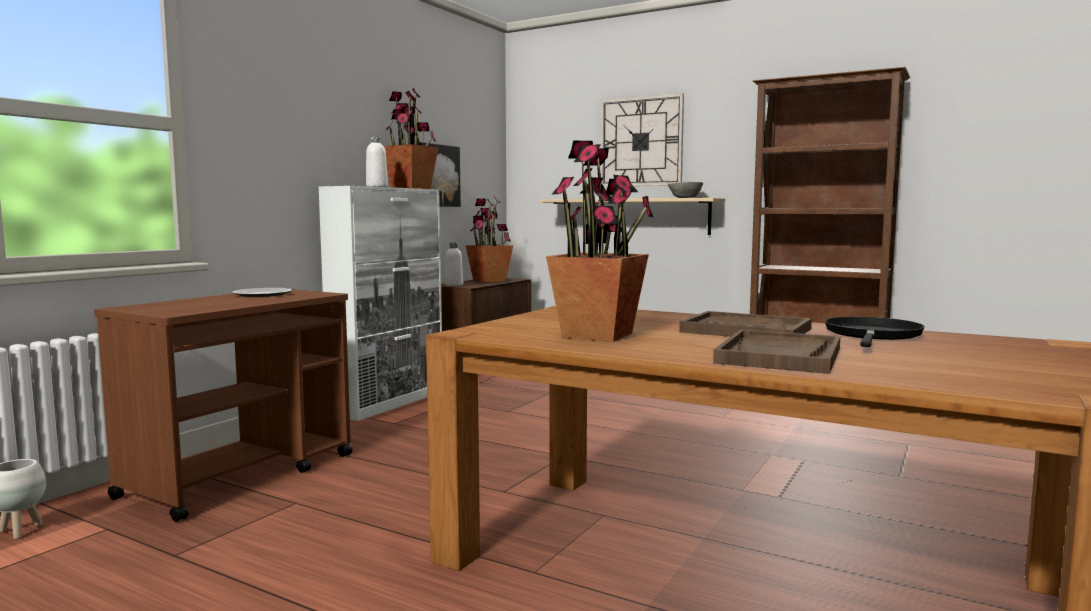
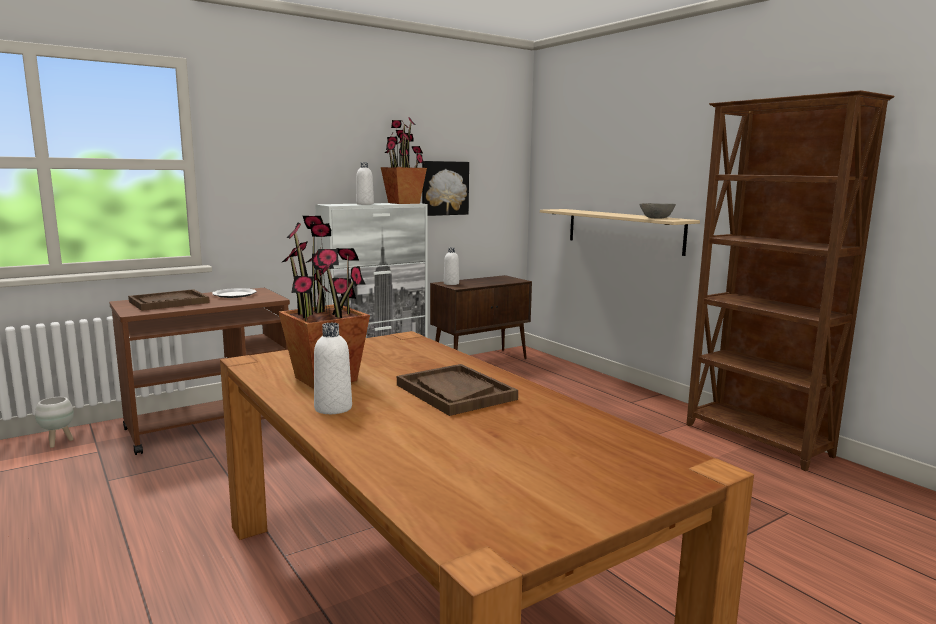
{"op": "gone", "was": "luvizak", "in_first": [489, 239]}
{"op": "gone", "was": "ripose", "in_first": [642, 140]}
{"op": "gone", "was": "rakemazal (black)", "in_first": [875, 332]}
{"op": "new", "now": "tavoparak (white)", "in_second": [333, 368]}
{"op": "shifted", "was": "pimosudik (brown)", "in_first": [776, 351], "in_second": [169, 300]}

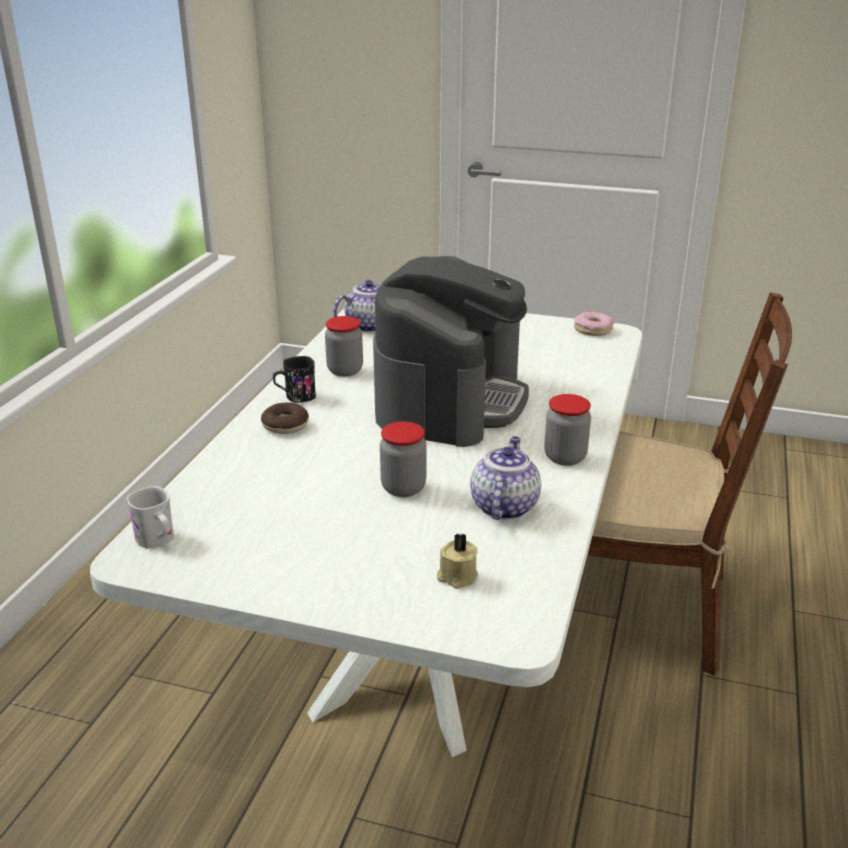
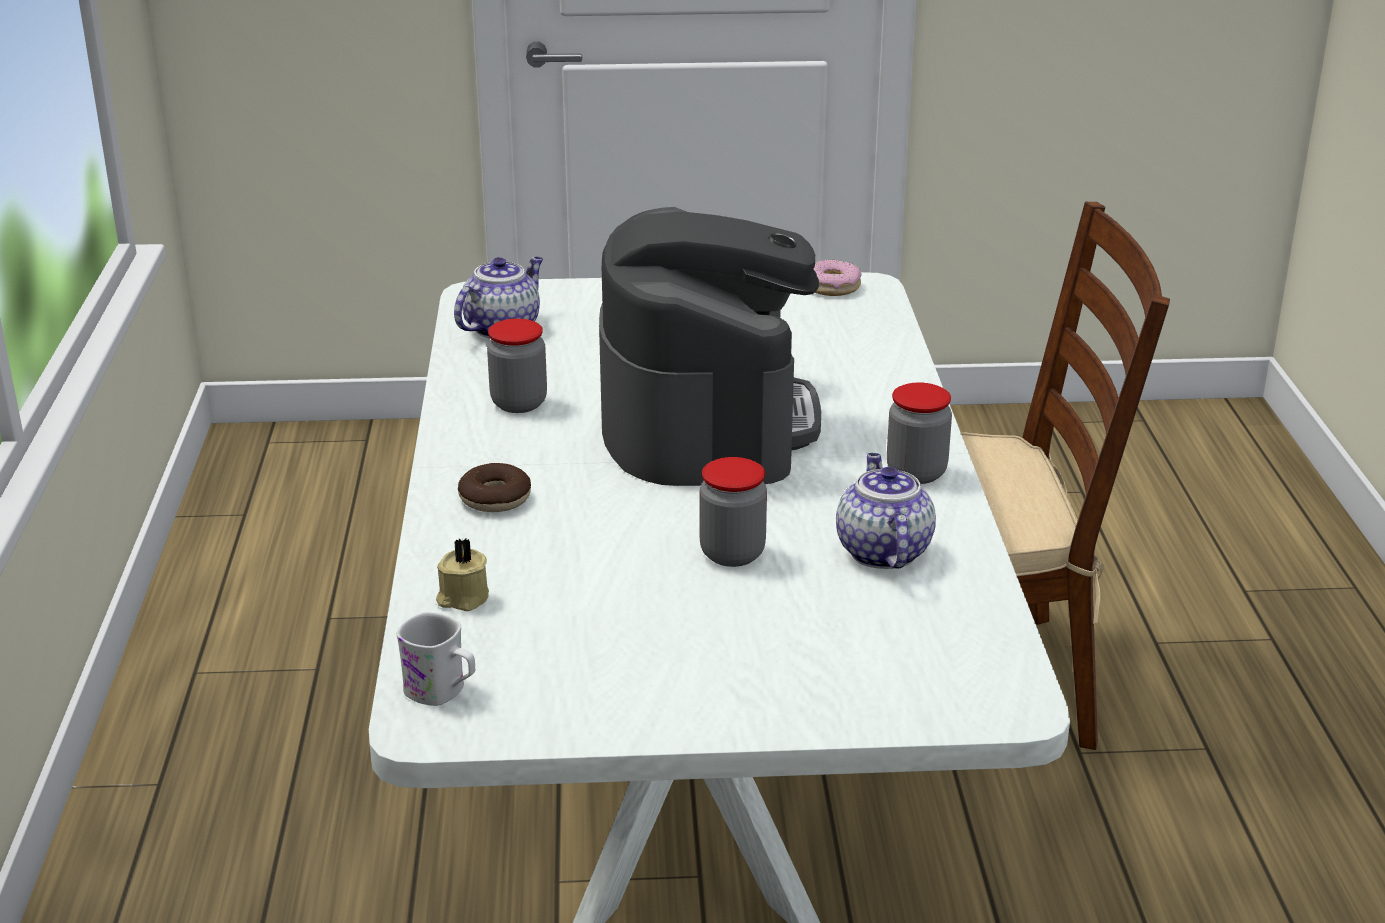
{"op": "gone", "was": "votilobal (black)", "in_first": [294, 379]}
{"op": "shifted", "was": "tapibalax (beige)", "in_first": [457, 561], "in_second": [462, 574]}

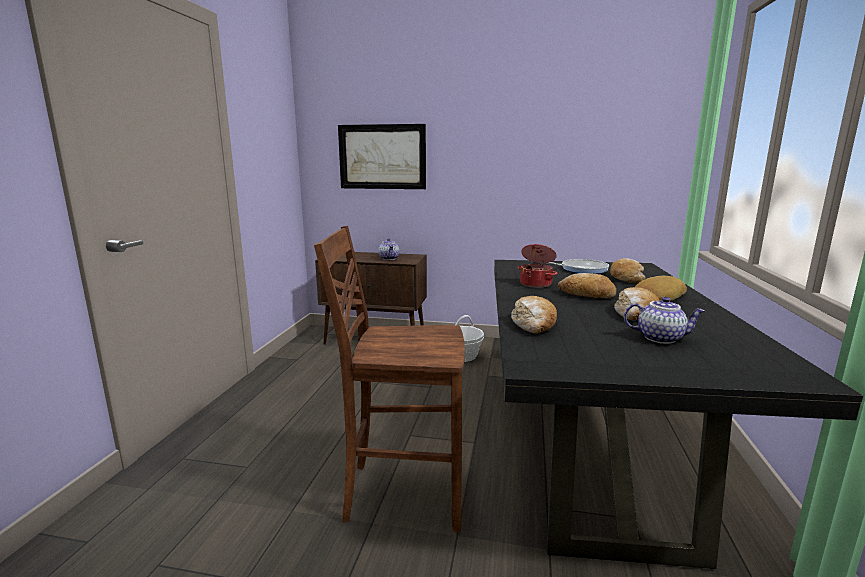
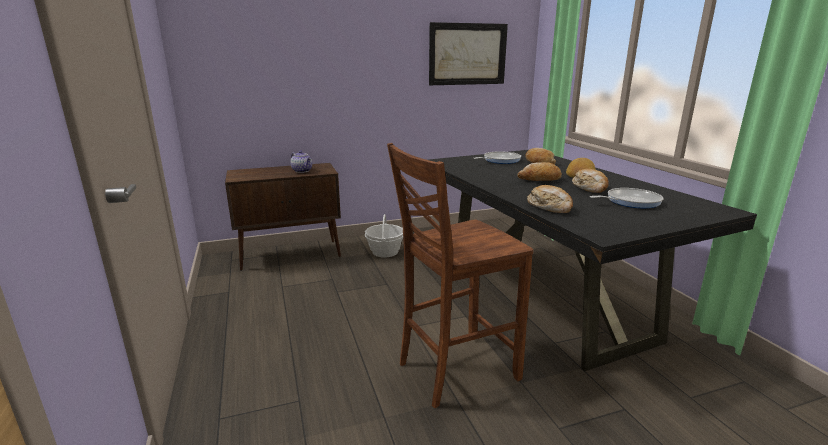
{"op": "gone", "was": "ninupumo", "in_first": [537, 266]}
{"op": "shifted", "was": "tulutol", "in_first": [382, 156], "in_second": [468, 53]}
{"op": "swapped", "was": "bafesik", "now": "rakemazal", "in_first": [664, 320], "in_second": [627, 198]}

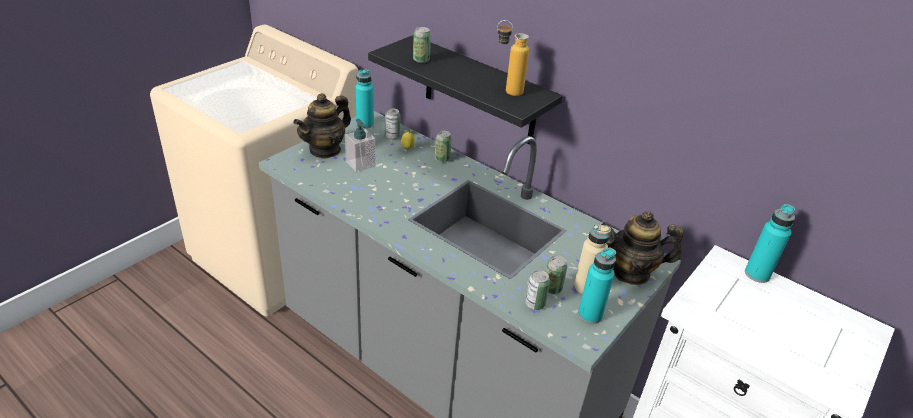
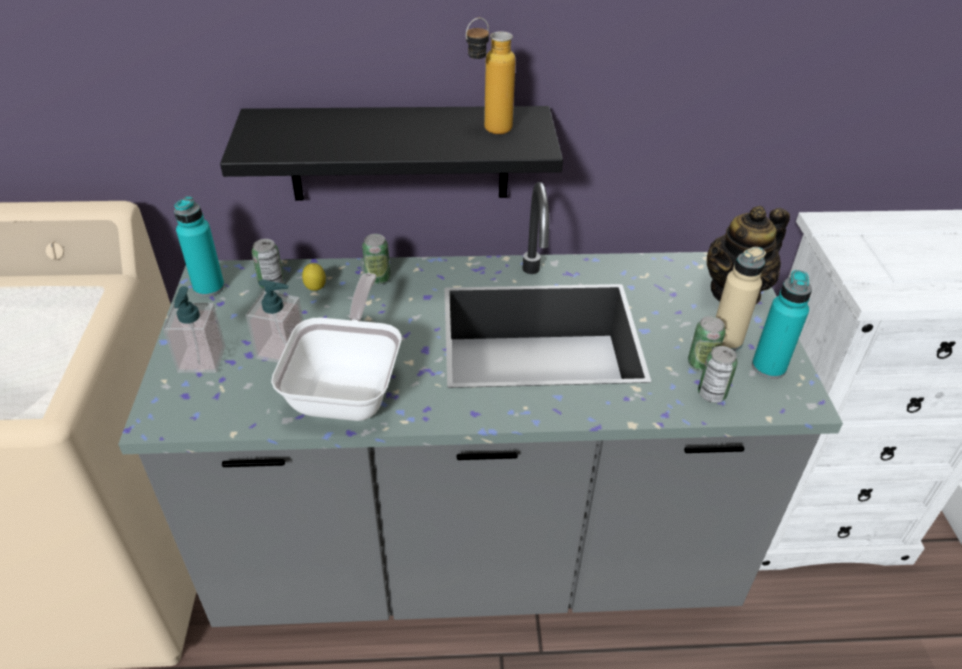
{"op": "gone", "was": "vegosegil", "in_first": [422, 45]}
{"op": "gone", "was": "tavoparak (turquoise)", "in_first": [770, 243]}
{"op": "new", "now": "rakemazal", "in_second": [336, 347]}
{"op": "swapped", "was": "bafesik", "now": "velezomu", "in_first": [322, 126], "in_second": [194, 329]}

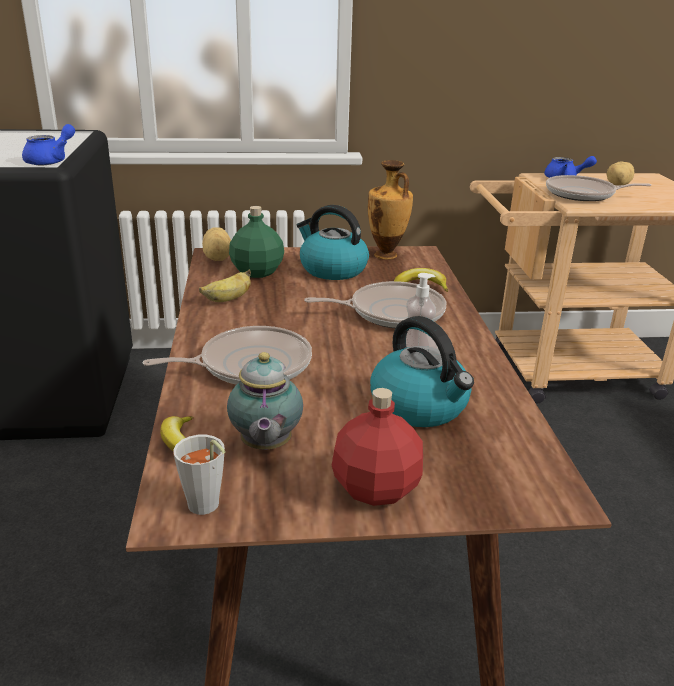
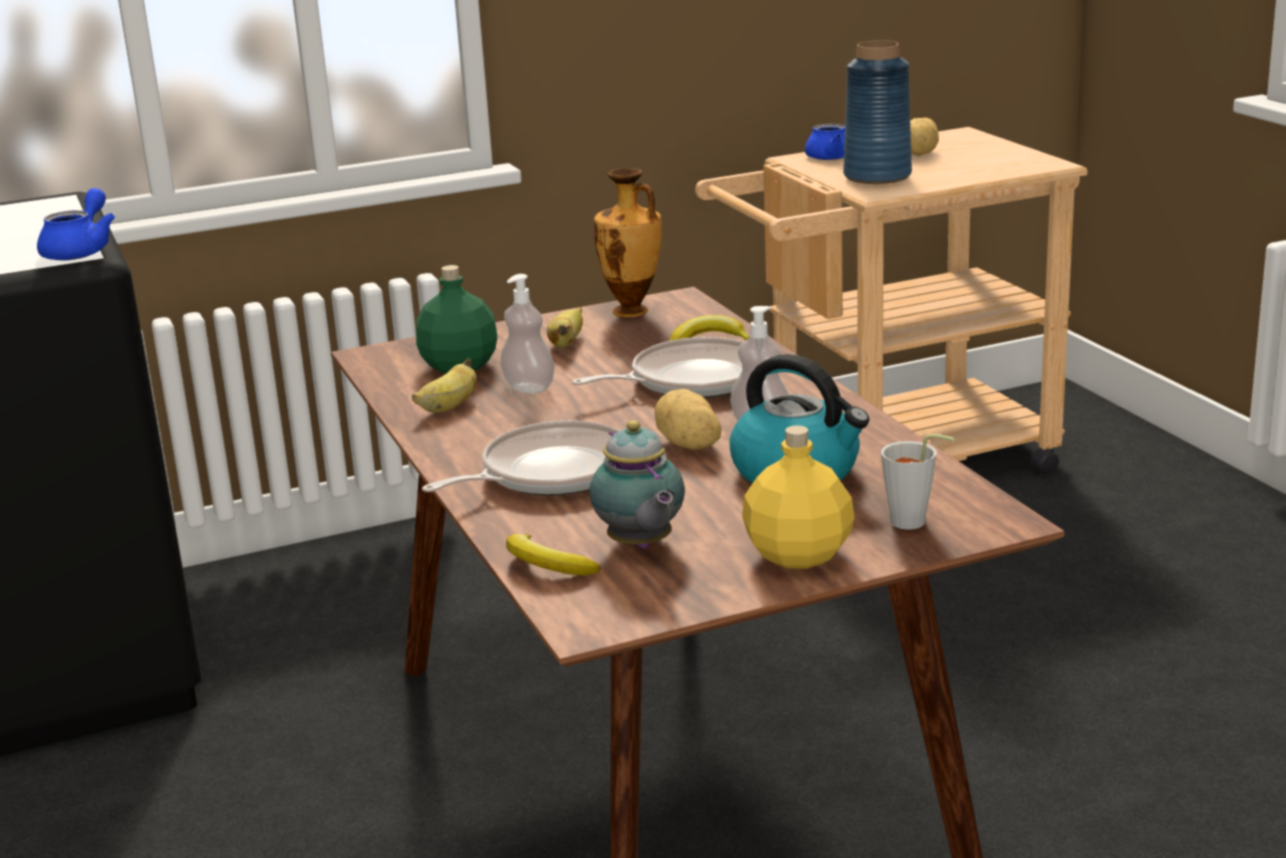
{"op": "new", "now": "velezomu", "in_second": [527, 334]}
{"op": "shifted", "was": "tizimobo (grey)", "in_first": [199, 475], "in_second": [918, 482]}
{"op": "shifted", "was": "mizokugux", "in_first": [216, 244], "in_second": [687, 419]}
{"op": "swapped", "was": "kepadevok", "now": "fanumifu", "in_first": [333, 242], "in_second": [565, 327]}
{"op": "swapped", "was": "rakemazal", "now": "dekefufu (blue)", "in_first": [598, 188], "in_second": [877, 112]}
{"op": "repainted", "was": "tavoparak (red)", "now": "tavoparak (yellow)", "in_first": [377, 447], "in_second": [798, 497]}

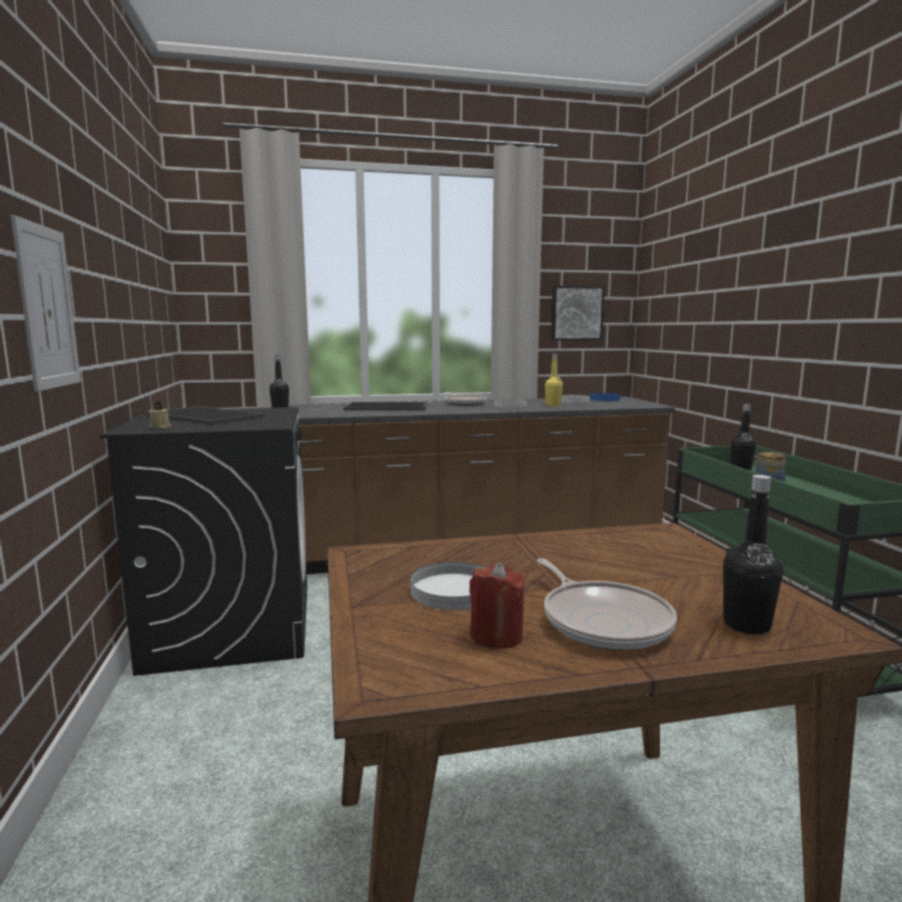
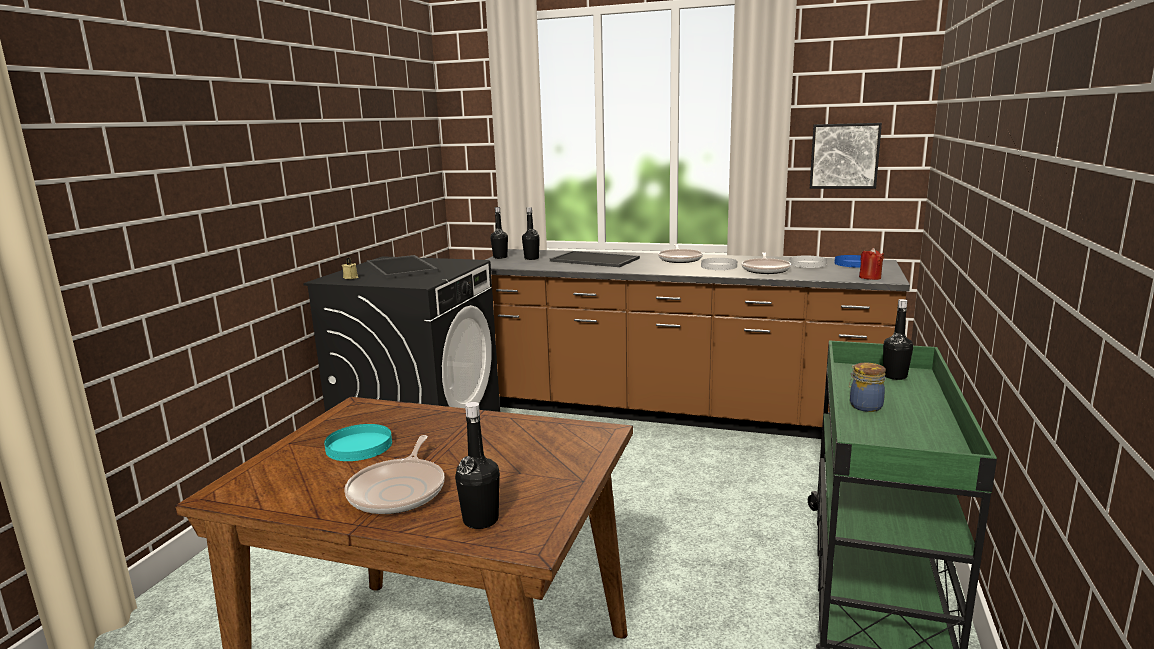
{"op": "gone", "was": "tulutol", "in_first": [46, 303]}
{"op": "new", "now": "tavoparak (black)", "in_second": [531, 233]}
{"op": "shifted", "was": "tapibalax (red)", "in_first": [497, 605], "in_second": [871, 264]}
{"op": "swapped", "was": "tavoparak (yellow)", "now": "rakemazal", "in_first": [554, 380], "in_second": [766, 263]}
{"op": "repainted", "was": "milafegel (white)", "now": "milafegel (turquoise)", "in_first": [448, 586], "in_second": [358, 442]}

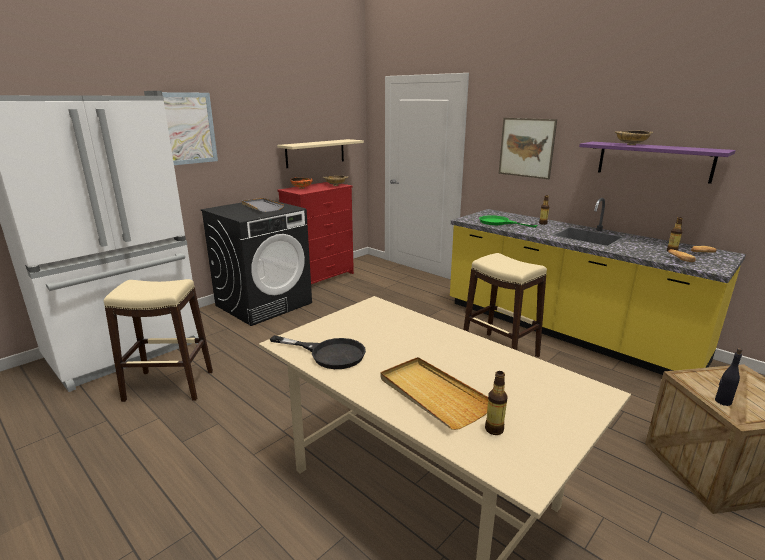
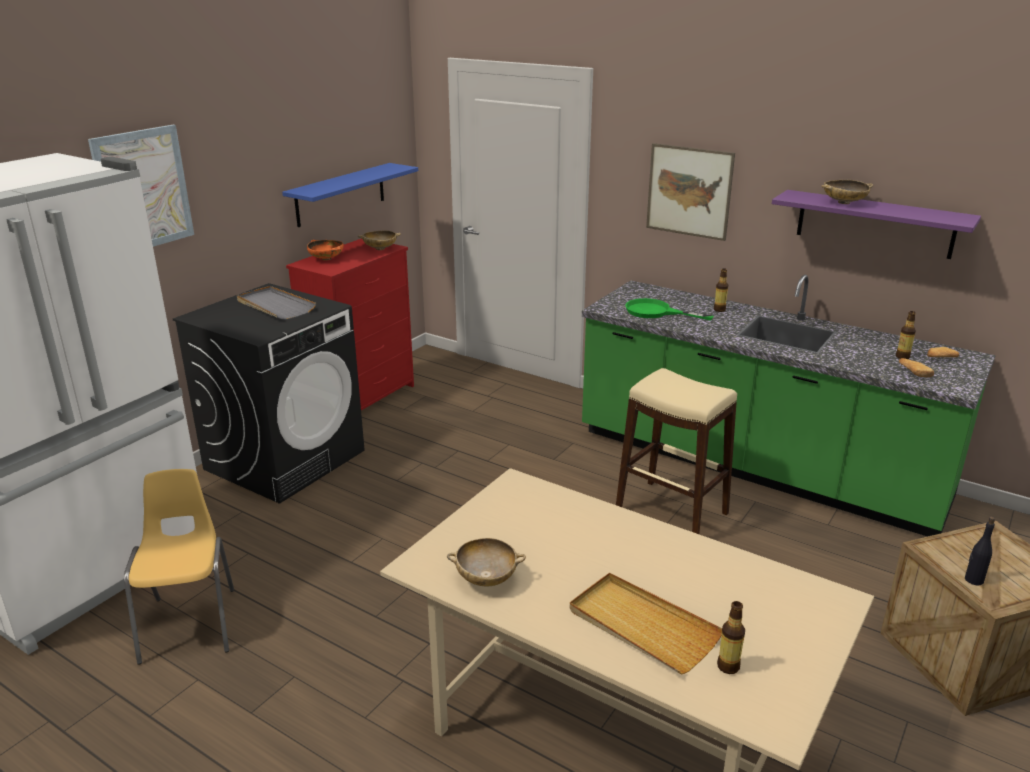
{"op": "swapped", "was": "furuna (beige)", "now": "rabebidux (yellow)", "in_first": [158, 340], "in_second": [179, 567]}
{"op": "swapped", "was": "rakemazal (black)", "now": "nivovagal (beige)", "in_first": [318, 352], "in_second": [486, 562]}
{"op": "repainted", "was": "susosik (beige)", "now": "susosik (blue)", "in_first": [320, 153], "in_second": [350, 195]}
{"op": "repainted", "was": "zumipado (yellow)", "now": "zumipado (green)", "in_first": [598, 286], "in_second": [789, 406]}

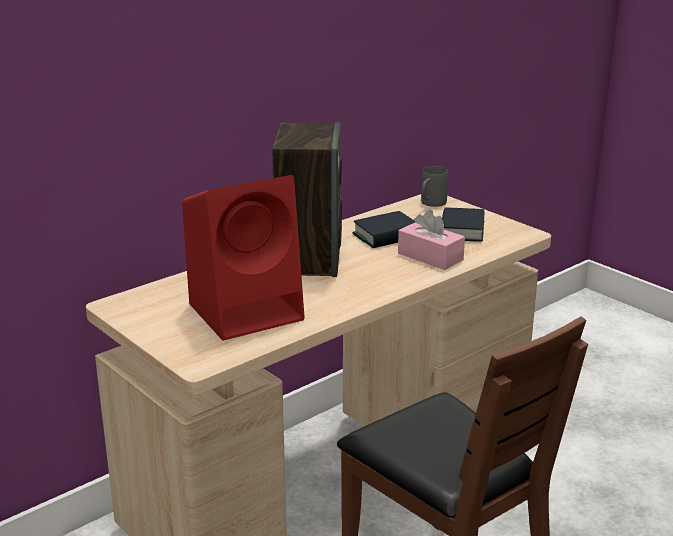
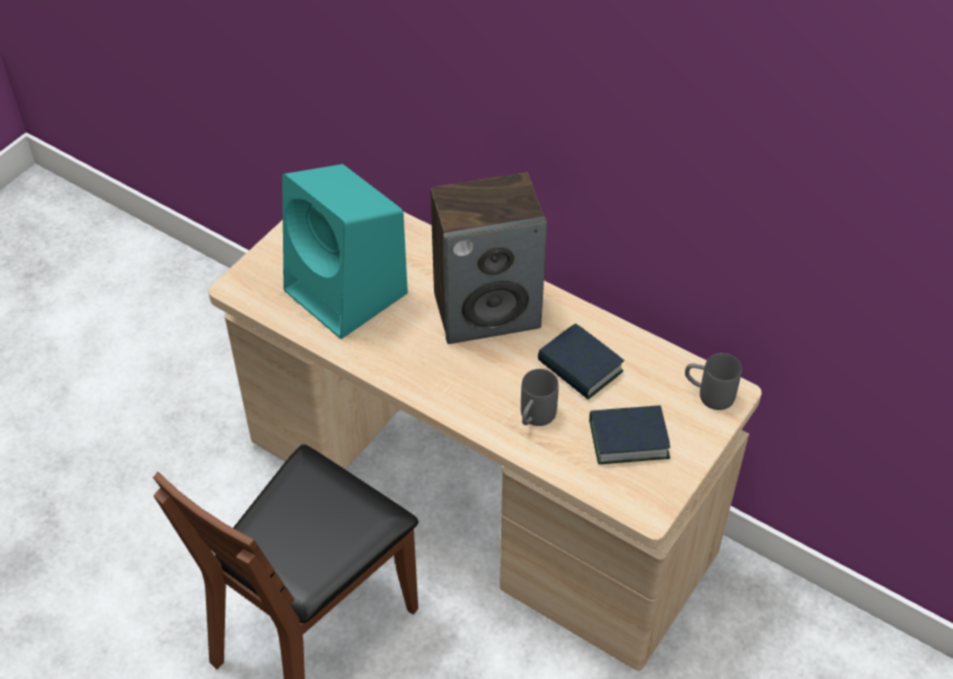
{"op": "swapped", "was": "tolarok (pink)", "now": "votilobal (grey)", "in_first": [431, 240], "in_second": [540, 397]}
{"op": "repainted", "was": "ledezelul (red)", "now": "ledezelul (turquoise)", "in_first": [243, 258], "in_second": [345, 251]}

